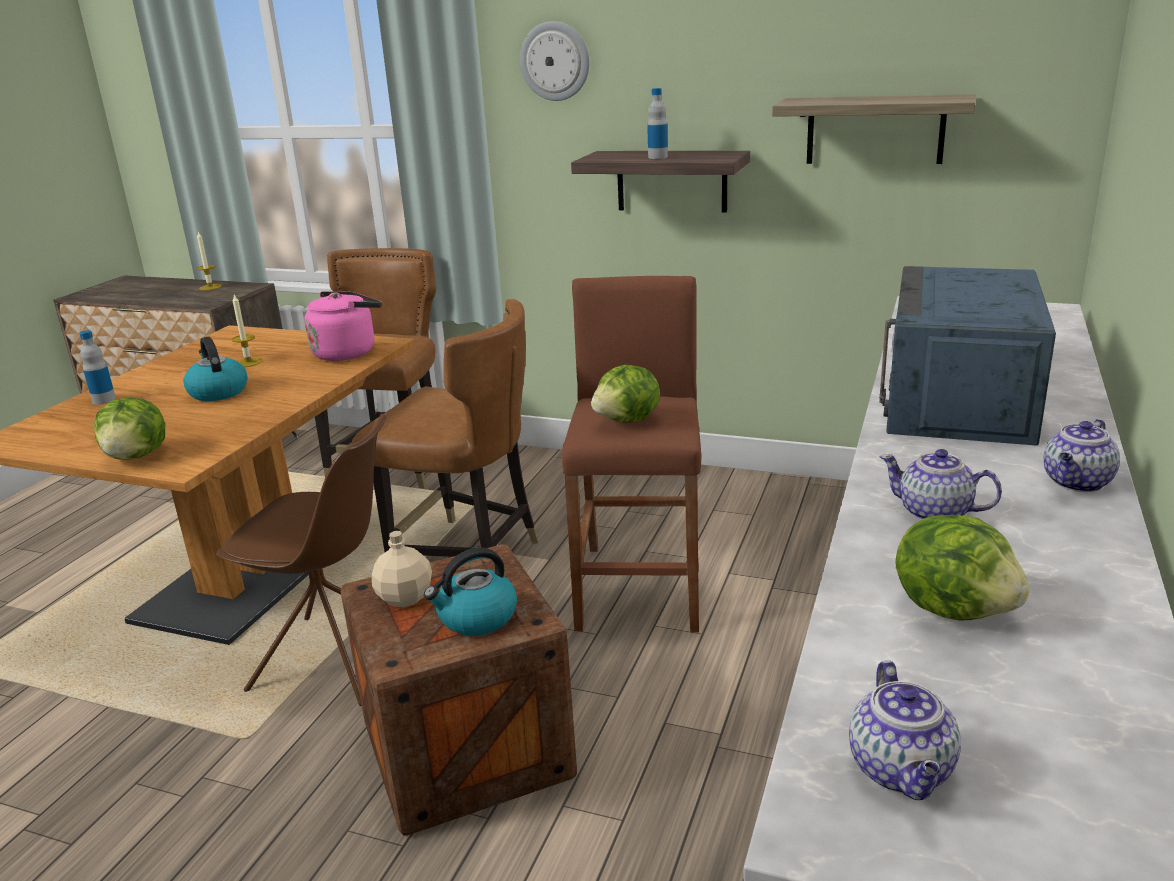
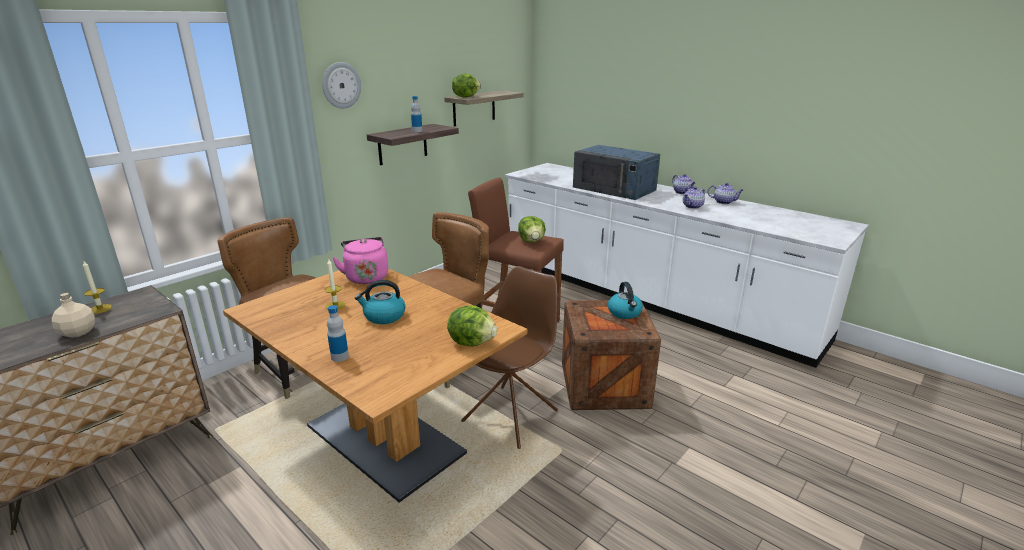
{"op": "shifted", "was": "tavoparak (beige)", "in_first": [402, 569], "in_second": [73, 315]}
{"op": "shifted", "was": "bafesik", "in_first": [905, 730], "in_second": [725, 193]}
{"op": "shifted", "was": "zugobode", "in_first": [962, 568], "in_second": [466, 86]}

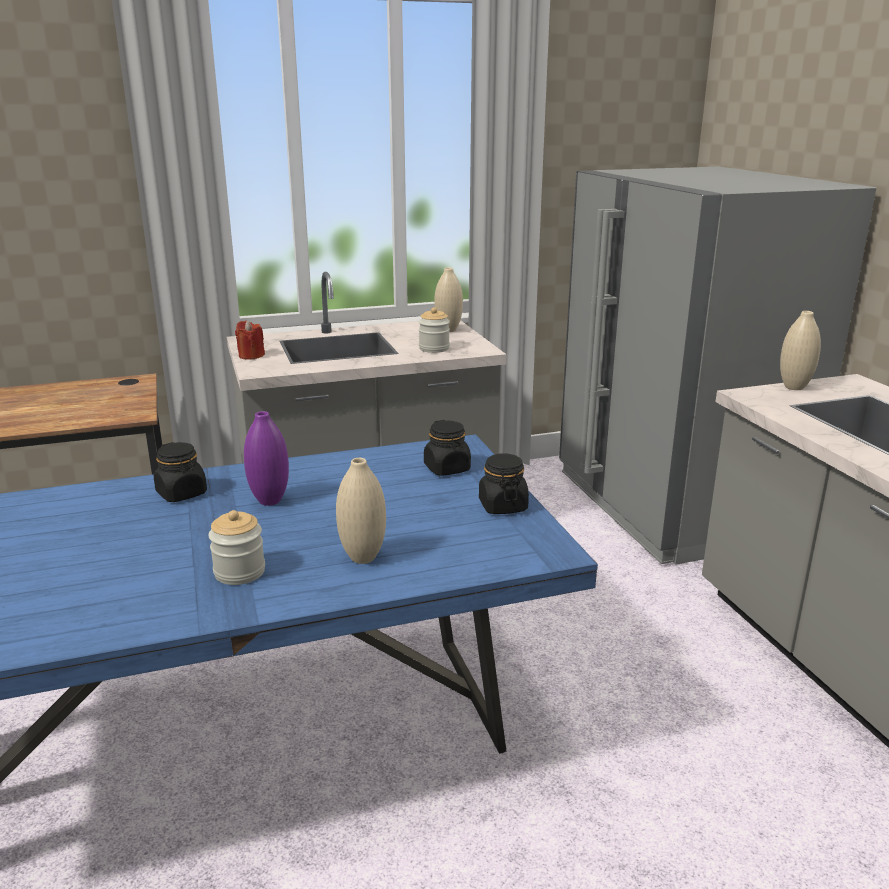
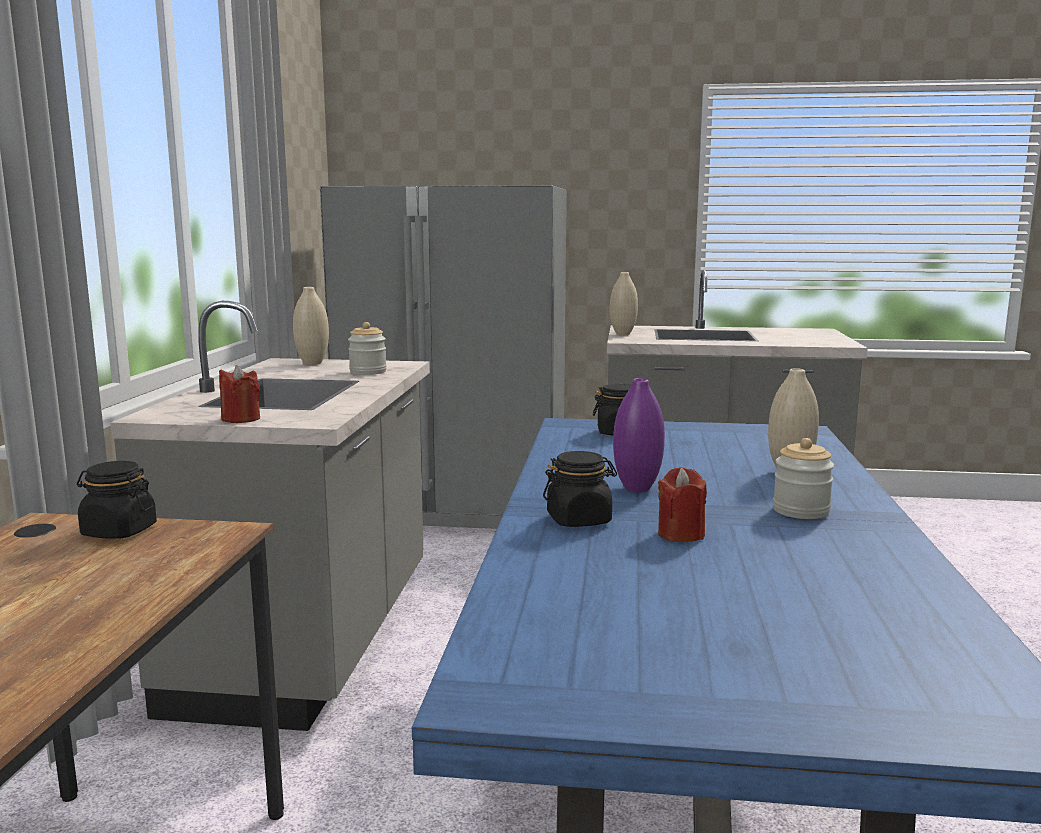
{"op": "new", "now": "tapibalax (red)", "in_second": [682, 504]}
{"op": "shifted", "was": "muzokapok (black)", "in_first": [504, 483], "in_second": [117, 500]}

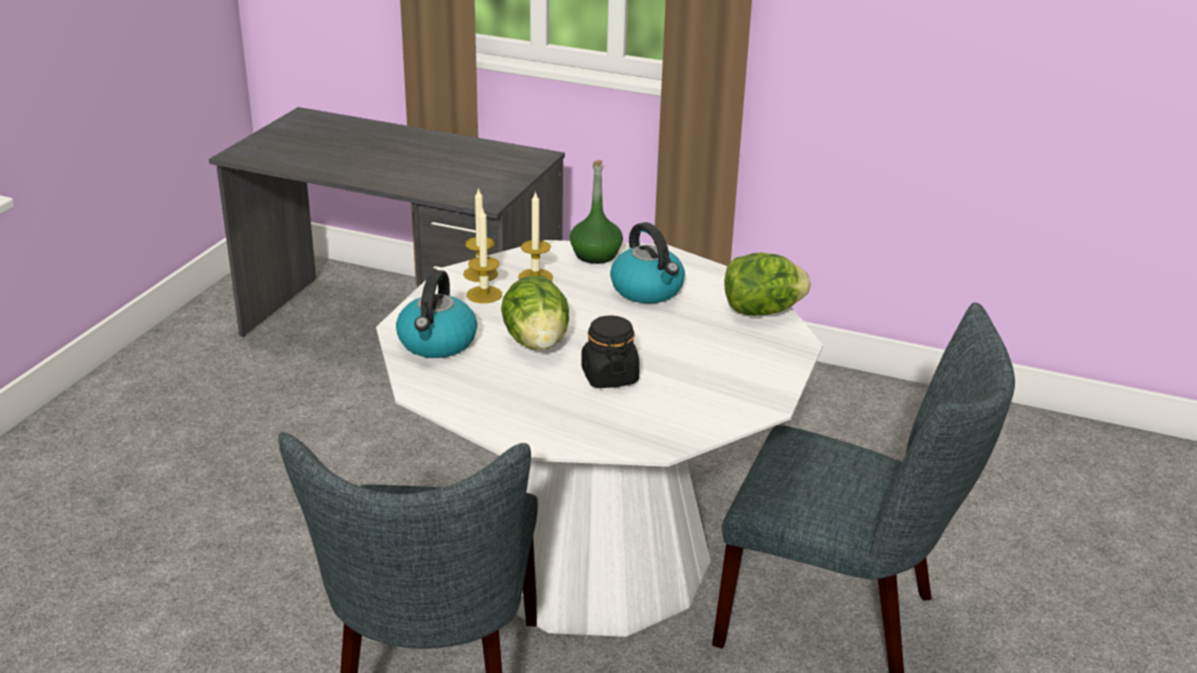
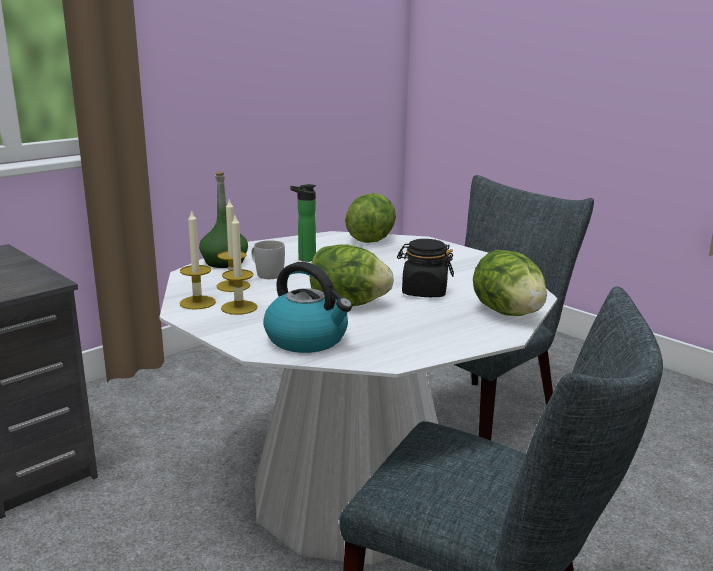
{"op": "new", "now": "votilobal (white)", "in_second": [268, 259]}
{"op": "new", "now": "zugobode", "in_second": [510, 283]}
{"op": "swapped", "was": "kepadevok", "now": "tavoparak", "in_first": [647, 262], "in_second": [303, 223]}

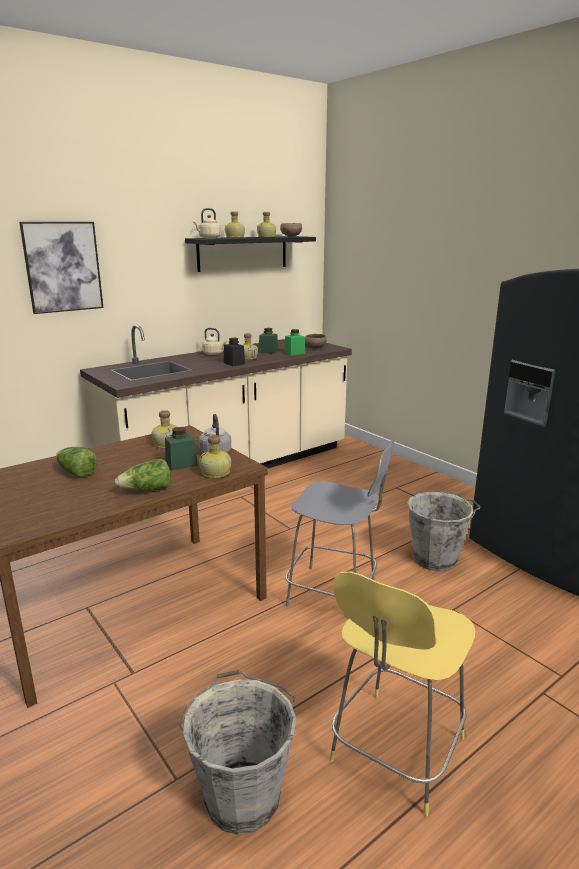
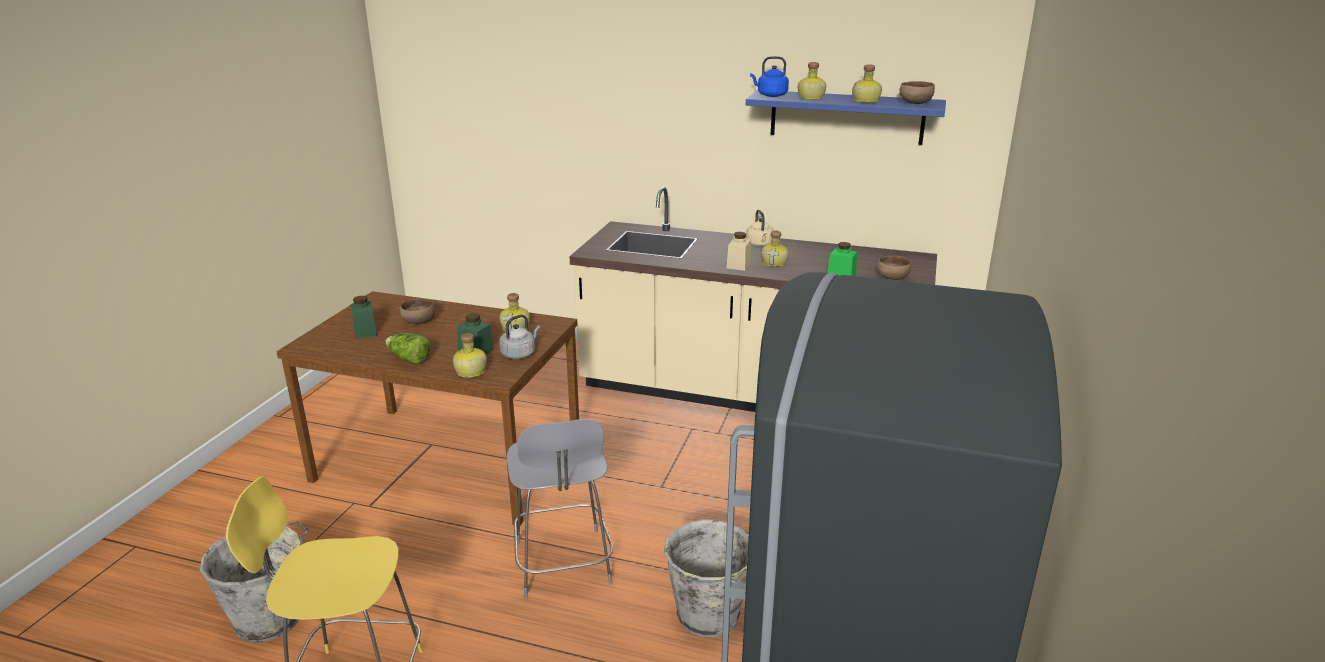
{"op": "gone", "was": "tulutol", "in_first": [61, 268]}
{"op": "shifted", "was": "muzokapok (green)", "in_first": [268, 341], "in_second": [364, 317]}
{"op": "swapped", "was": "zugobode", "now": "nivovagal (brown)", "in_first": [76, 462], "in_second": [417, 311]}
{"op": "repainted", "was": "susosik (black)", "now": "susosik (blue)", "in_first": [250, 254], "in_second": [846, 117]}
{"op": "repainted", "was": "kepadevok (beige)", "now": "kepadevok (blue)", "in_first": [207, 223], "in_second": [769, 76]}
{"op": "repainted", "was": "muzokapok (black)", "now": "muzokapok (beige)", "in_first": [234, 352], "in_second": [739, 251]}

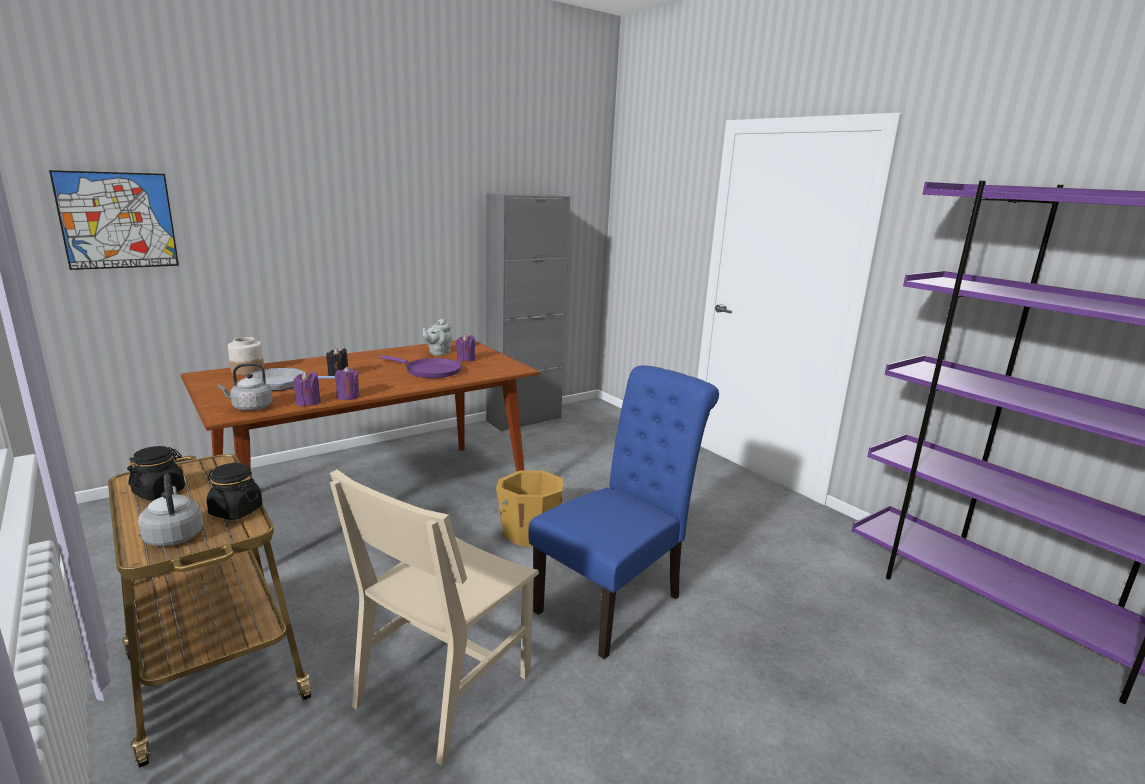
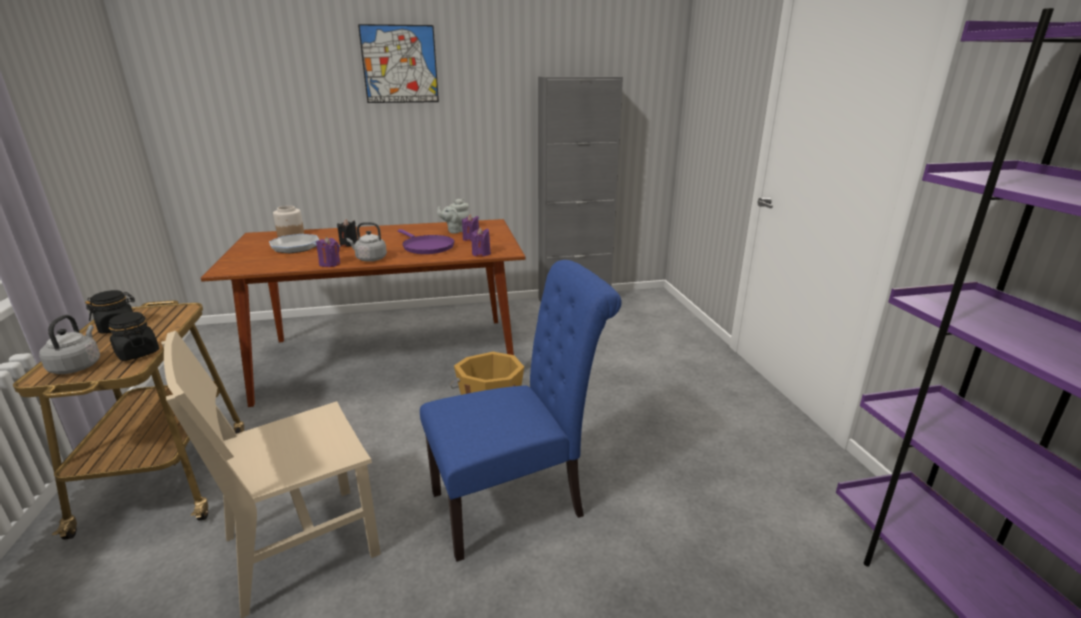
{"op": "shifted", "was": "tulutol", "in_first": [114, 220], "in_second": [398, 63]}
{"op": "shifted", "was": "kepadevok (grey)", "in_first": [245, 387], "in_second": [367, 242]}
{"op": "shifted", "was": "tapibalax (purple)", "in_first": [307, 389], "in_second": [481, 242]}

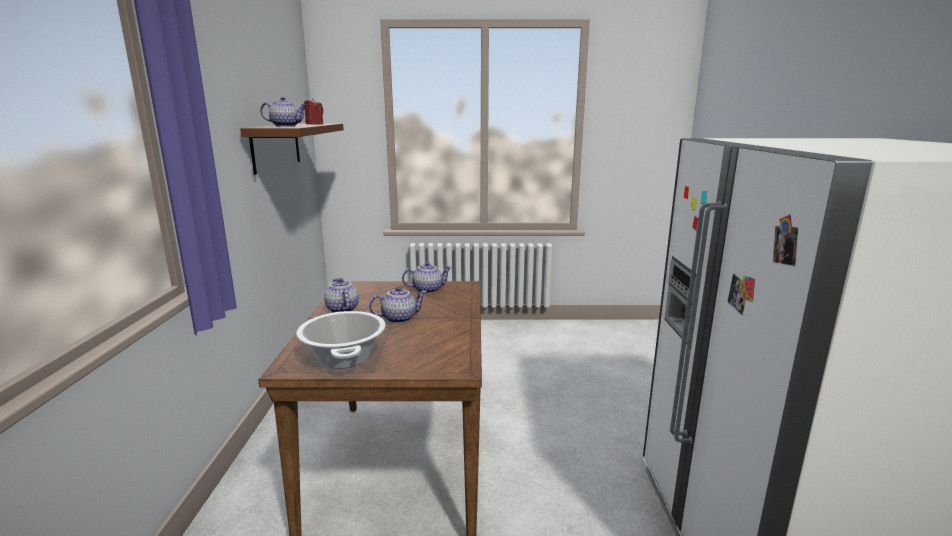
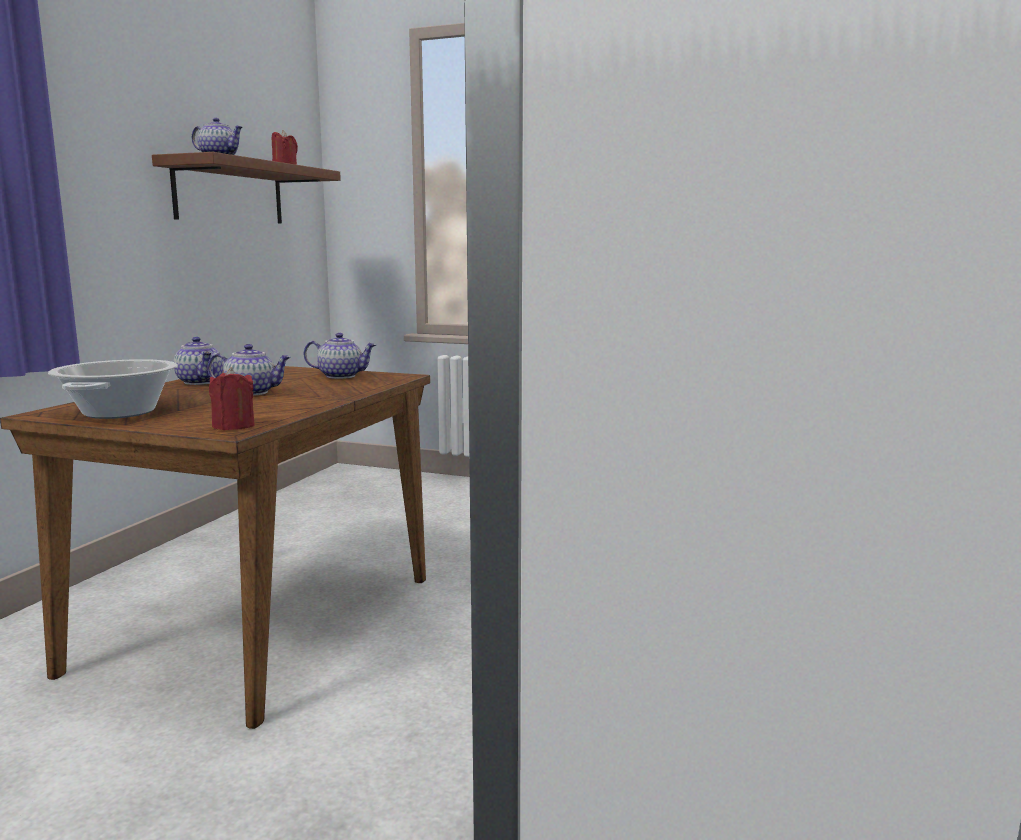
{"op": "new", "now": "tapibalax (red)", "in_second": [232, 398]}
{"op": "rotated", "was": "bafesik", "in_first": [341, 295], "in_second": [198, 361], "clockwise": 150}

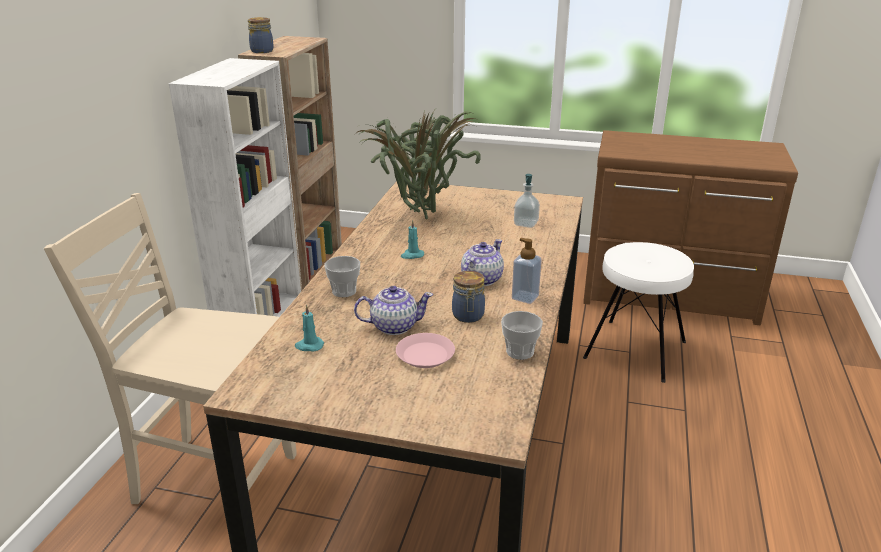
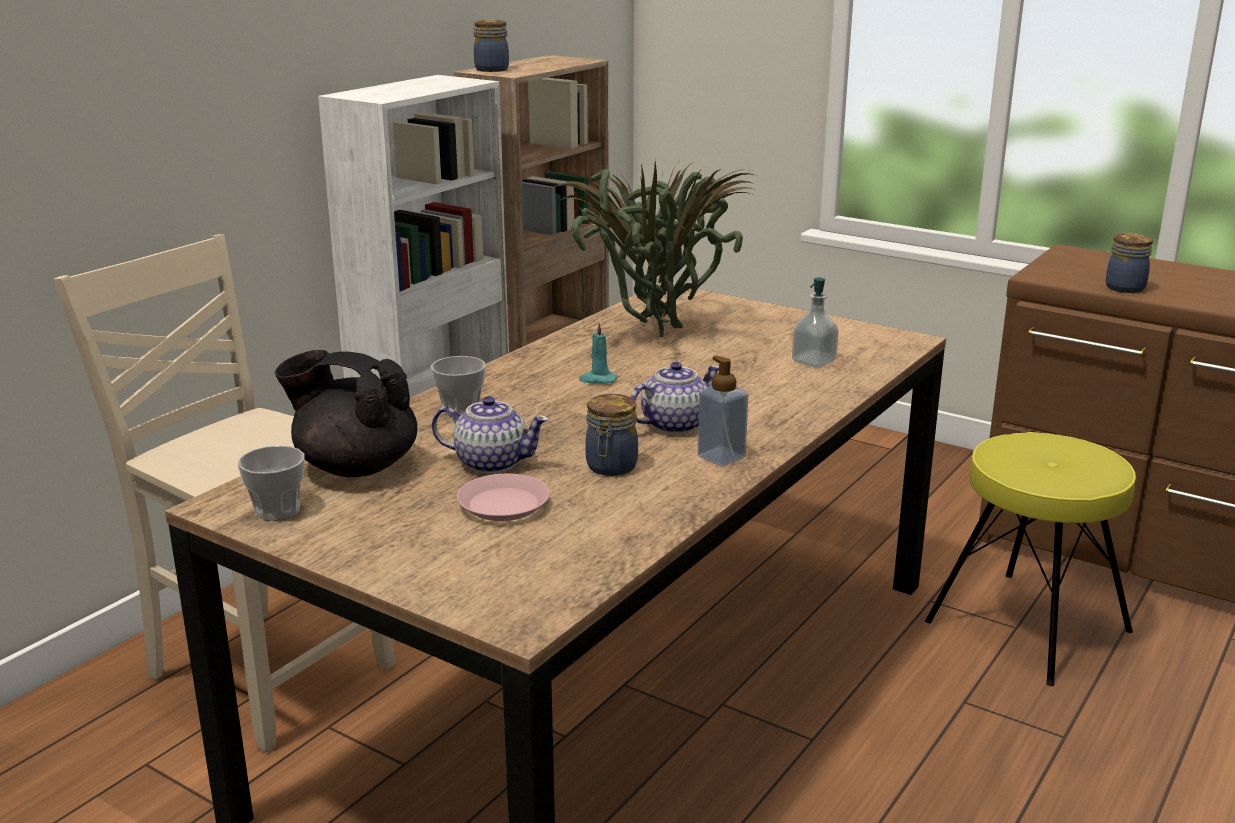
{"op": "new", "now": "muzokapok", "in_second": [1129, 263]}
{"op": "shifted", "was": "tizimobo", "in_first": [522, 335], "in_second": [271, 482]}
{"op": "swapped", "was": "tapibalax (turquoise)", "now": "bafesik (black)", "in_first": [309, 328], "in_second": [346, 413]}
{"op": "repainted", "was": "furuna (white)", "now": "furuna (yellow)", "in_first": [638, 312], "in_second": [1030, 559]}

